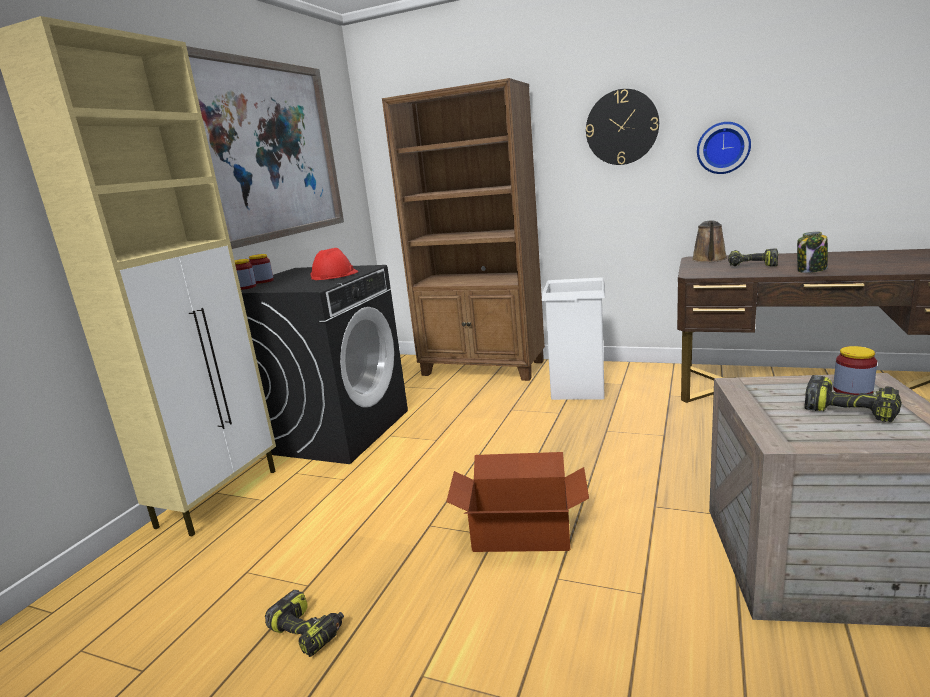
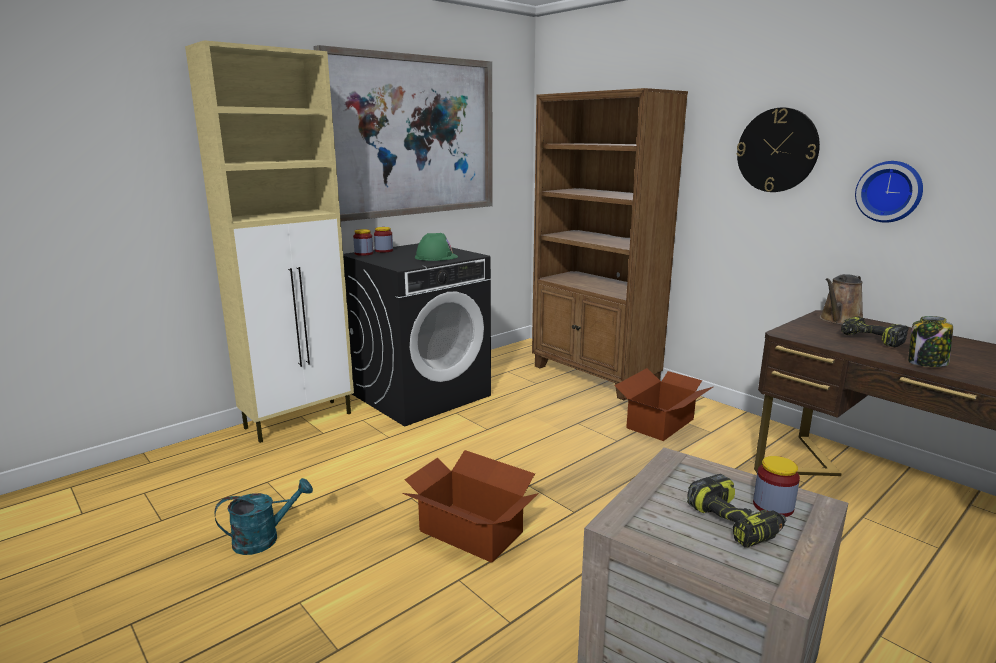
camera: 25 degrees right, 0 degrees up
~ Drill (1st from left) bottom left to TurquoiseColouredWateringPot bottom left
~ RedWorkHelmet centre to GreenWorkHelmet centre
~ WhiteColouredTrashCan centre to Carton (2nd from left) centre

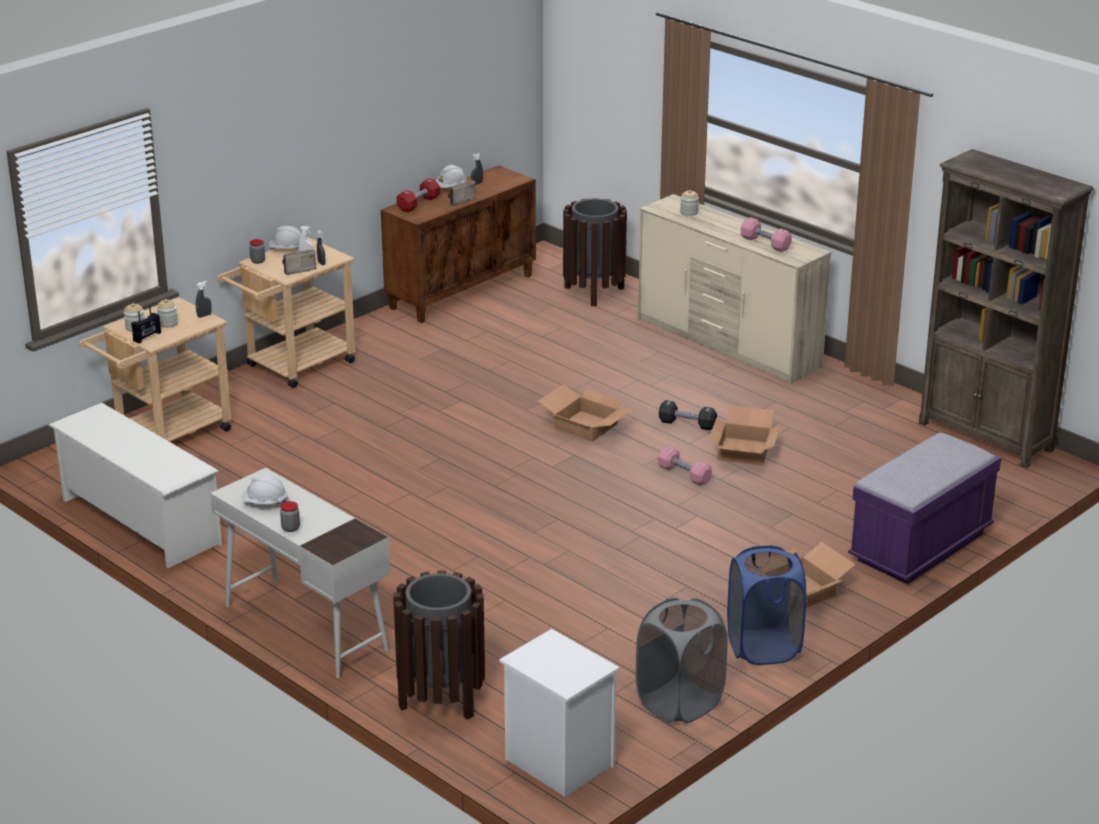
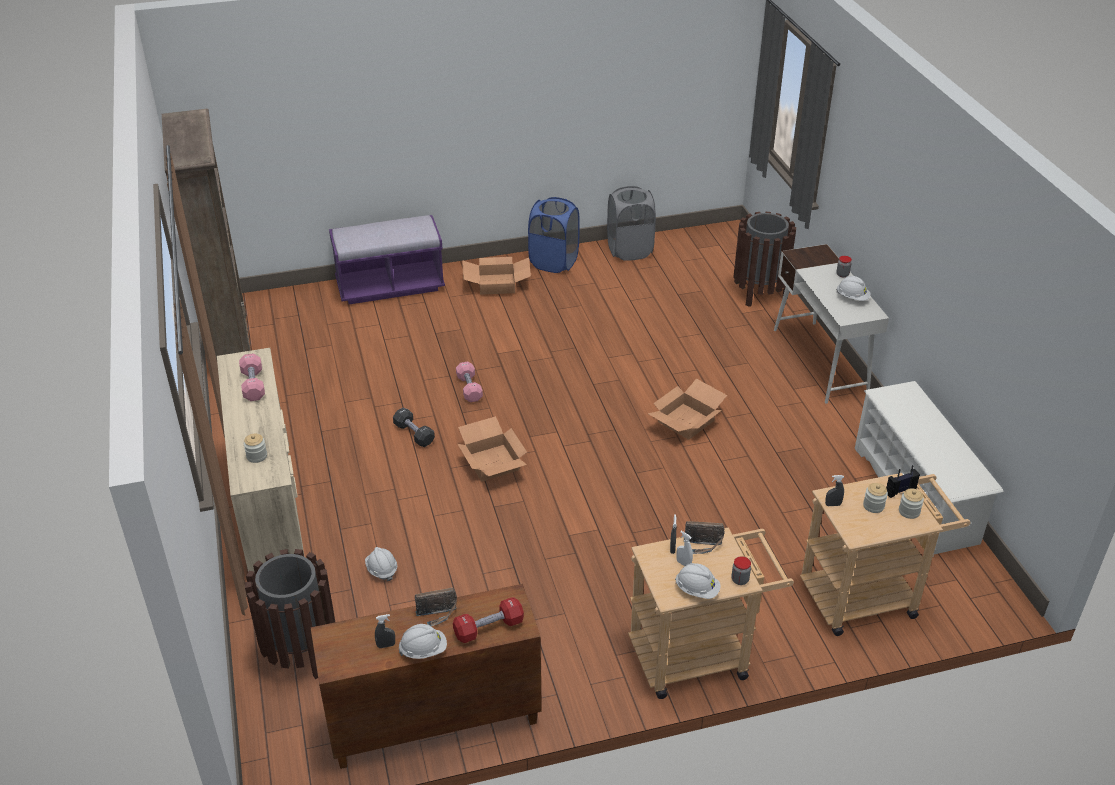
camera: 150 degrees left, 10 degrees up
- WhiteColouredNightTable bottom centre
~ Carton (2nd from left in the first image) middle right to Carton (3rd from left) centre
+ WhiteColouredWorkHelmet (1st from left) bottom centre

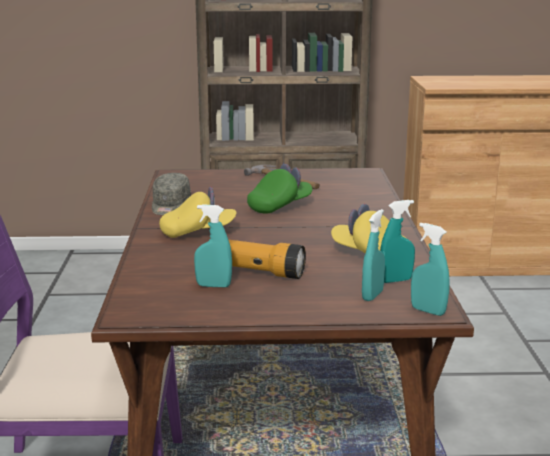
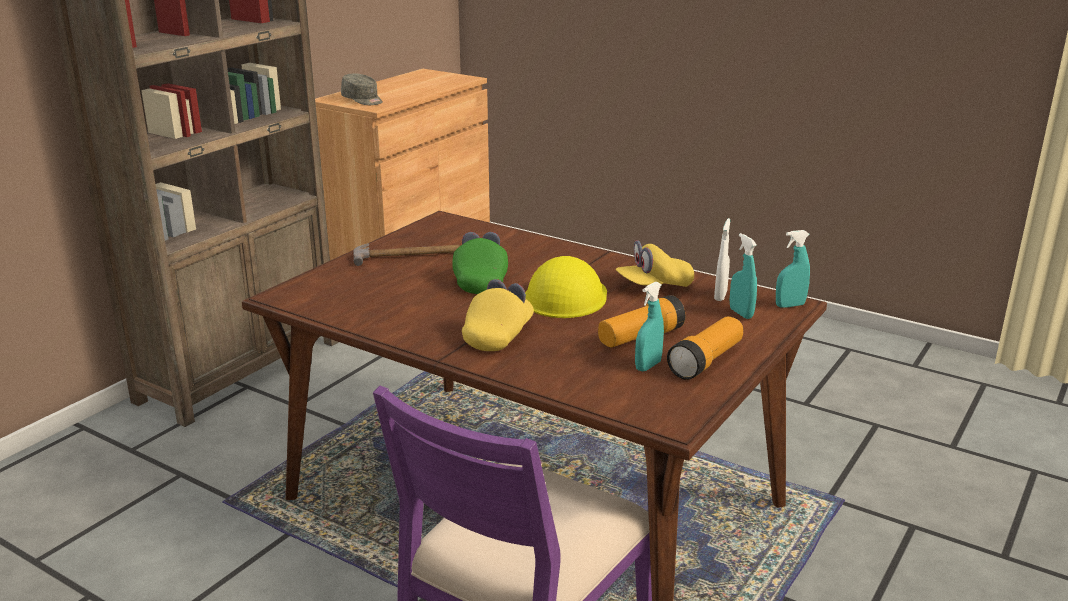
camera: 55 degrees left, 5 degrees up
~ GrayPeakedCap middle left to top centre
~ TurquoiseColouredSprayBottle (3rd from left) middle right to WhiteColouredSprayBottle middle right
+ YellowishWorkHelmet centre
+ Flashlight (2nd from left) centre

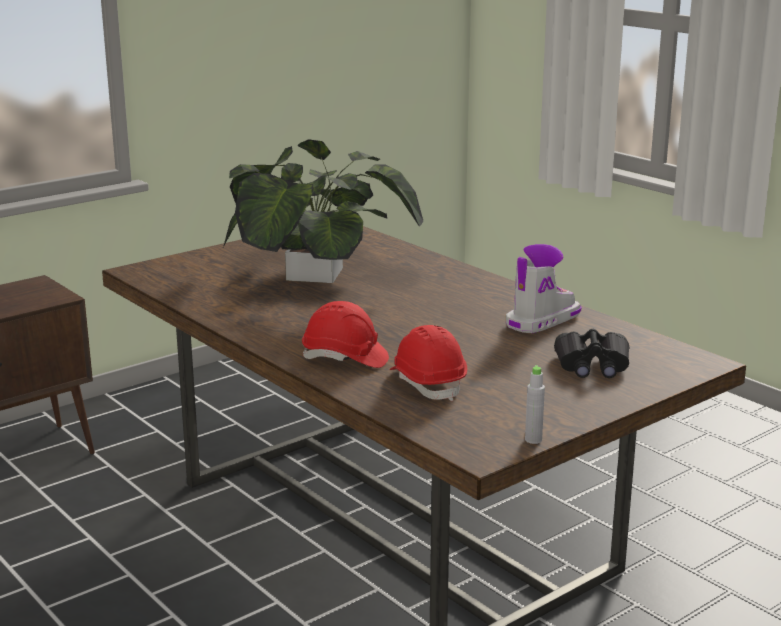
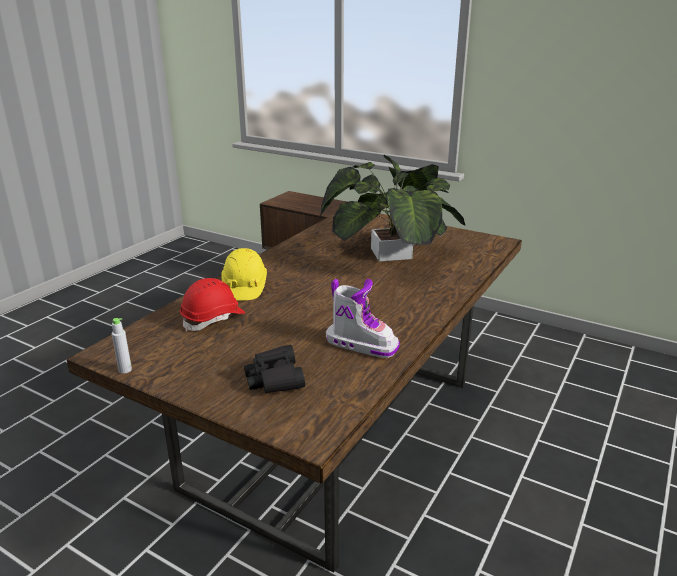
camera: 70 degrees right, 5 degrees up
~ RedWorkHelmet (1st from left) centre to YellowishWorkHelmet centre

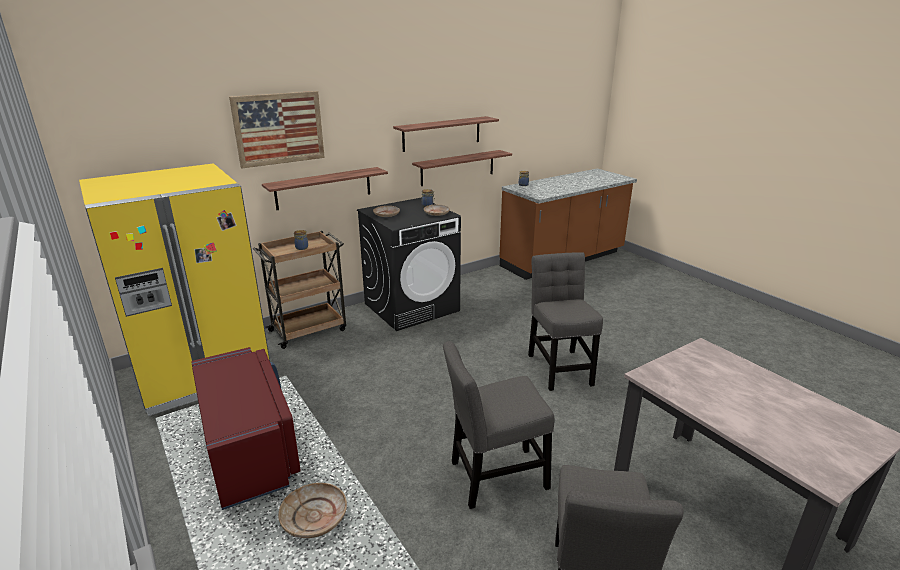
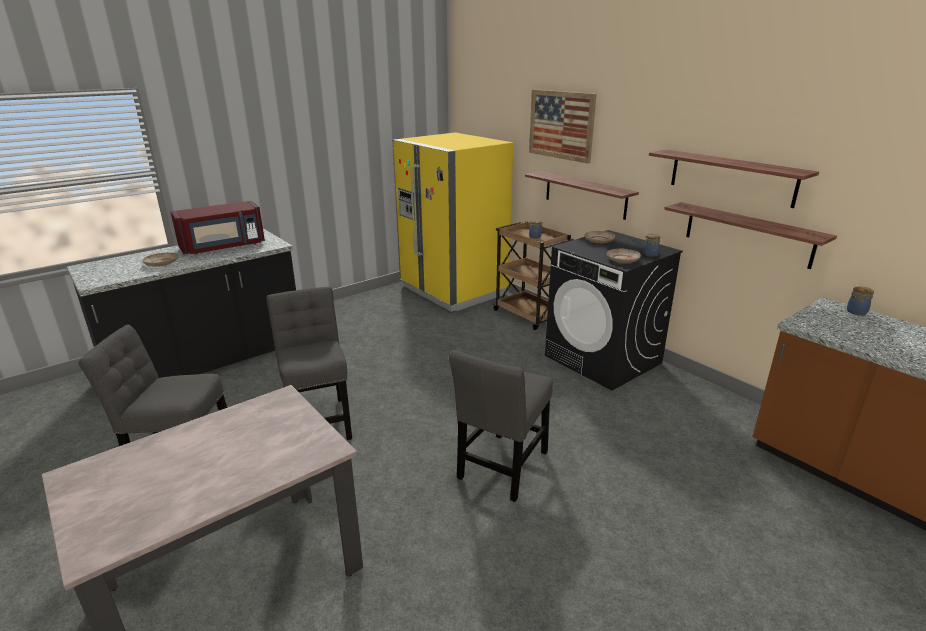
camera: 85 degrees right, 0 degrees up
~ GrayChair (2nd from left in the first image) centre = bottom centre 135 degrees clockwise

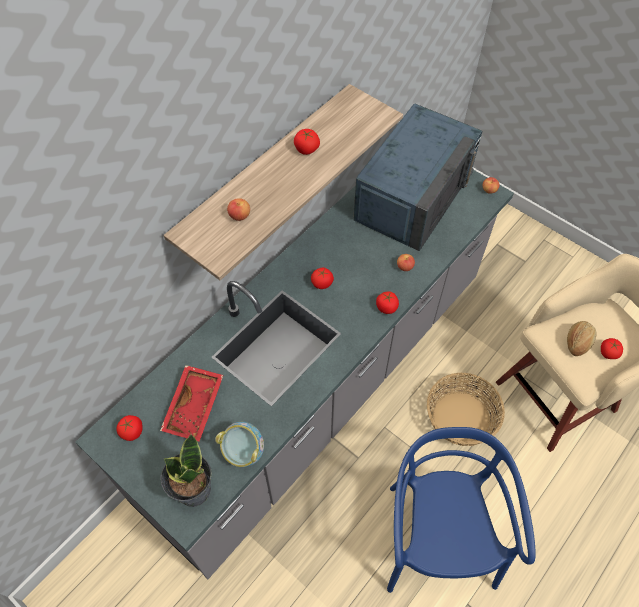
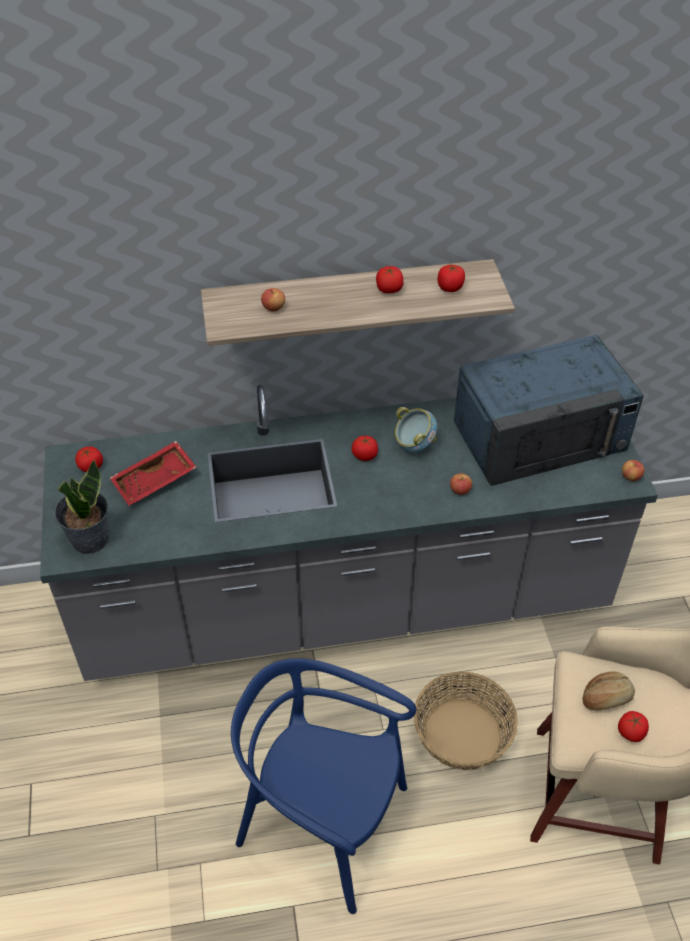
camera: 40 degrees right, 10 degrees down
~ DeepDish bottom centre to centre
~ WholeTomato (4th from left) centre to top centre
~ BlueColouredChair bottom right = bottom centre 105 degrees counterclockwise

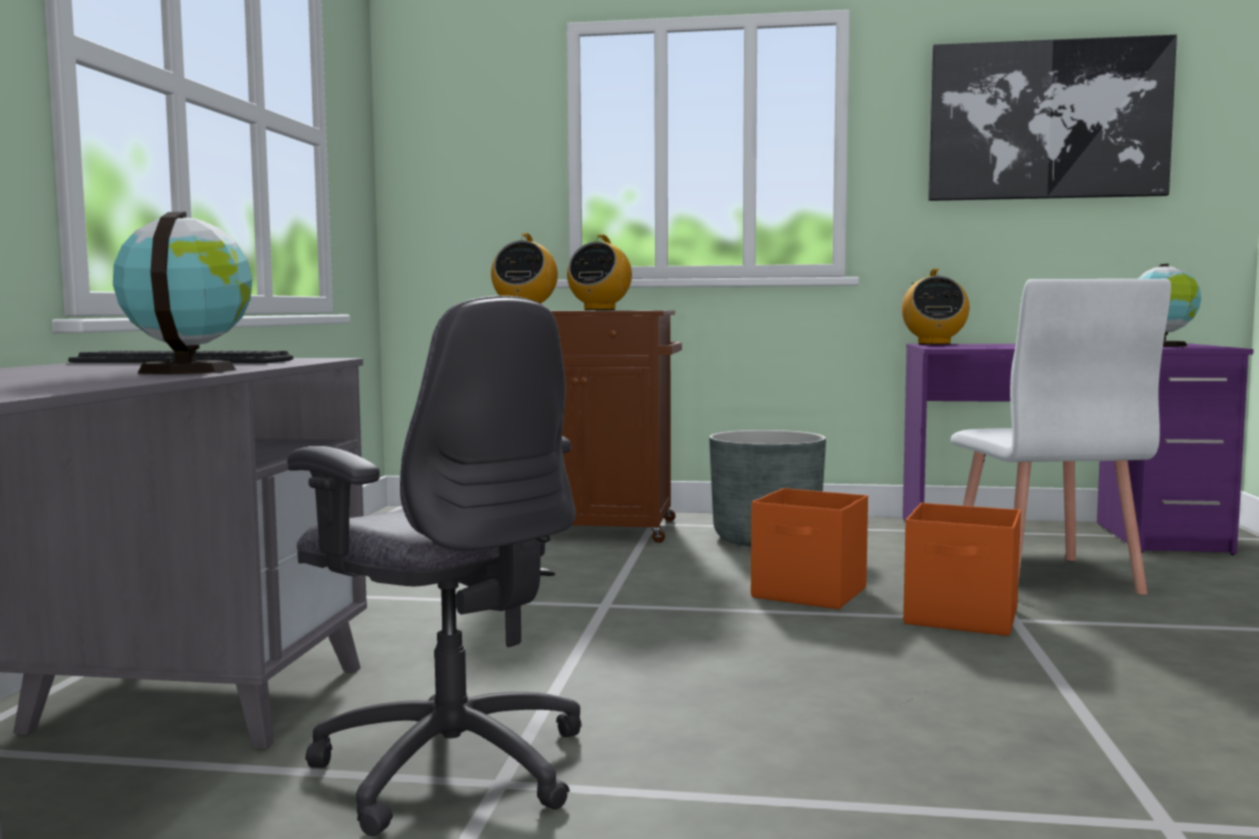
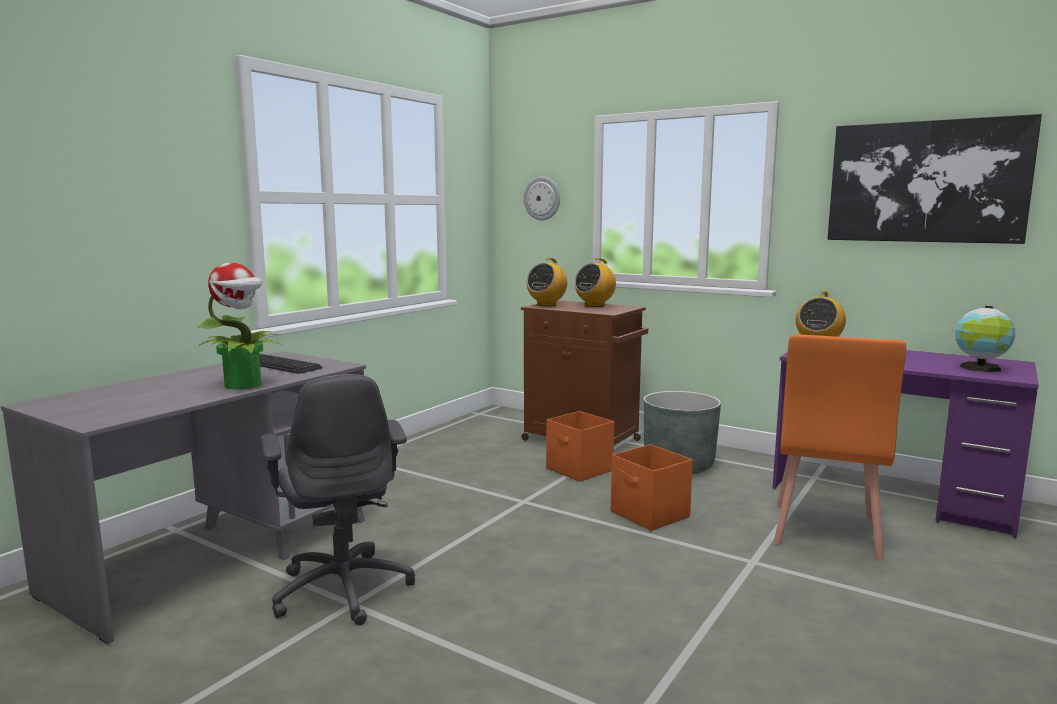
camera: 25 degrees right, 5 degrees up
~ Globe (1st from left) middle left to Houseplant middle left
~ OrangeStorageBox (2nd from left in the first image) bottom right to OrangeStorageBox (1st from left) centre
~ WhiteColouredChair middle right to OrangeChair middle right
+ ClockOnTheWall top centre

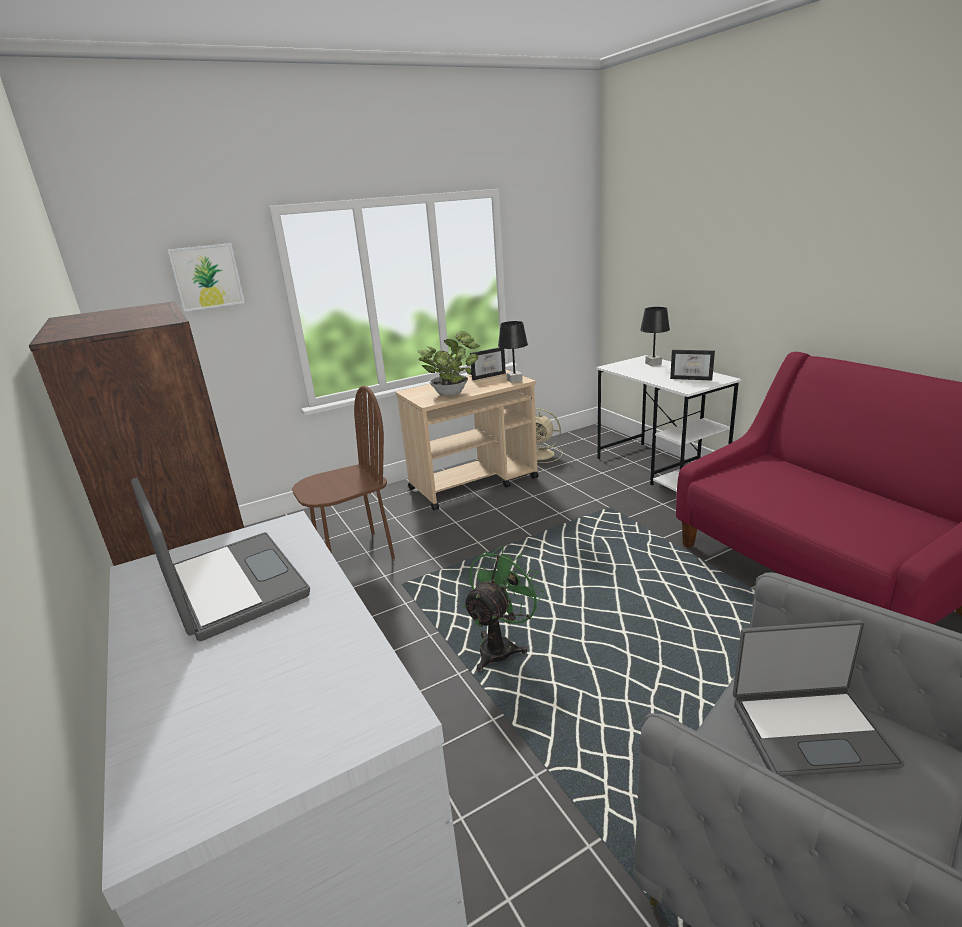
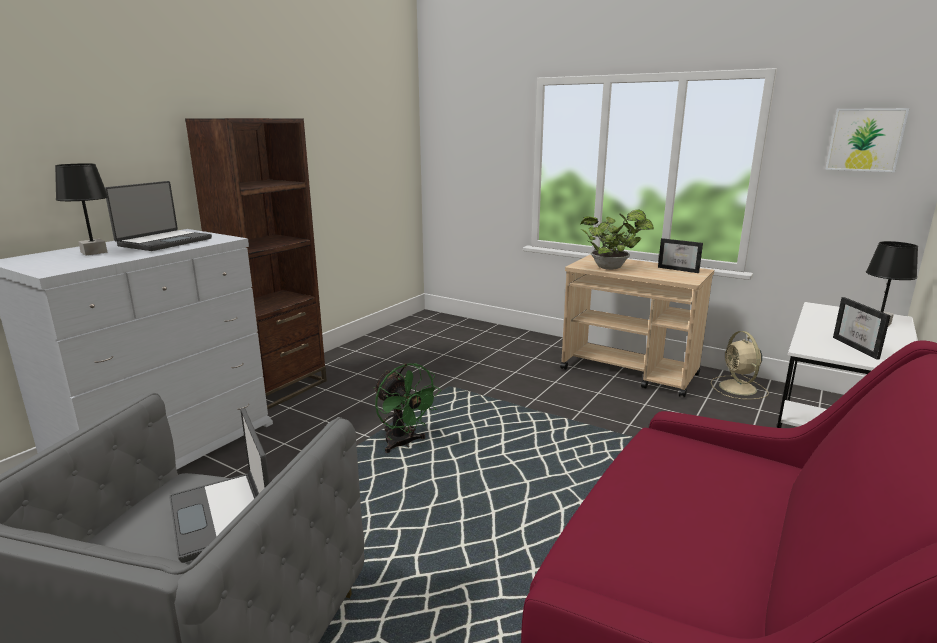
camera: 60 degrees right, 5 degrees down
~ WallArt top left to top right
- BrownChair centre
~ GreenElectricFan centre = centre 45 degrees clockwise
~ BlackishTabletopLamp (1st from left) centre to top left

